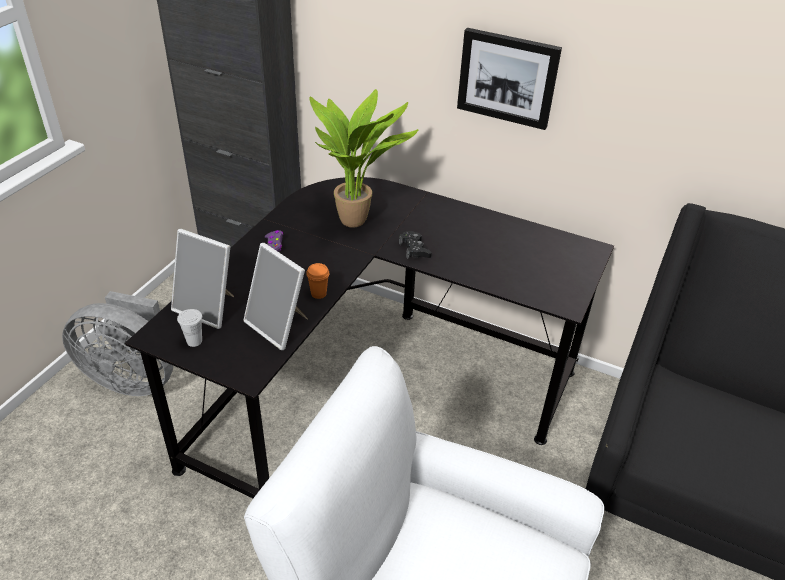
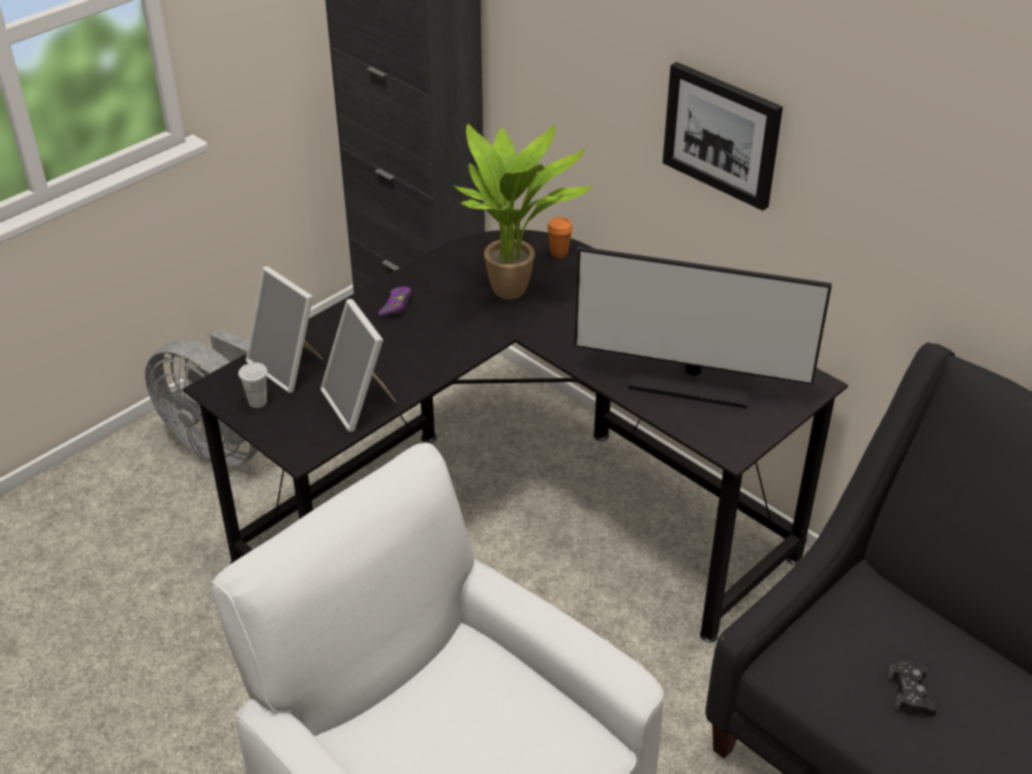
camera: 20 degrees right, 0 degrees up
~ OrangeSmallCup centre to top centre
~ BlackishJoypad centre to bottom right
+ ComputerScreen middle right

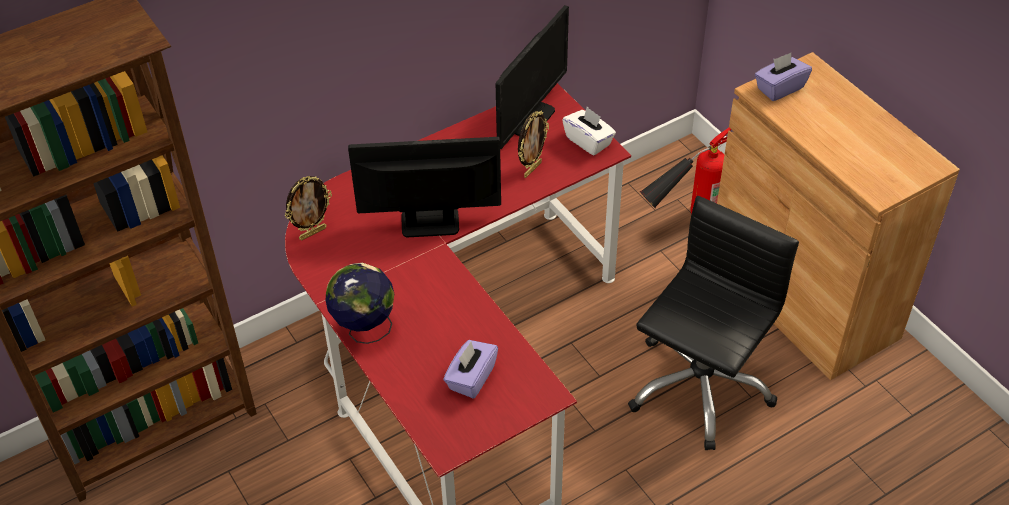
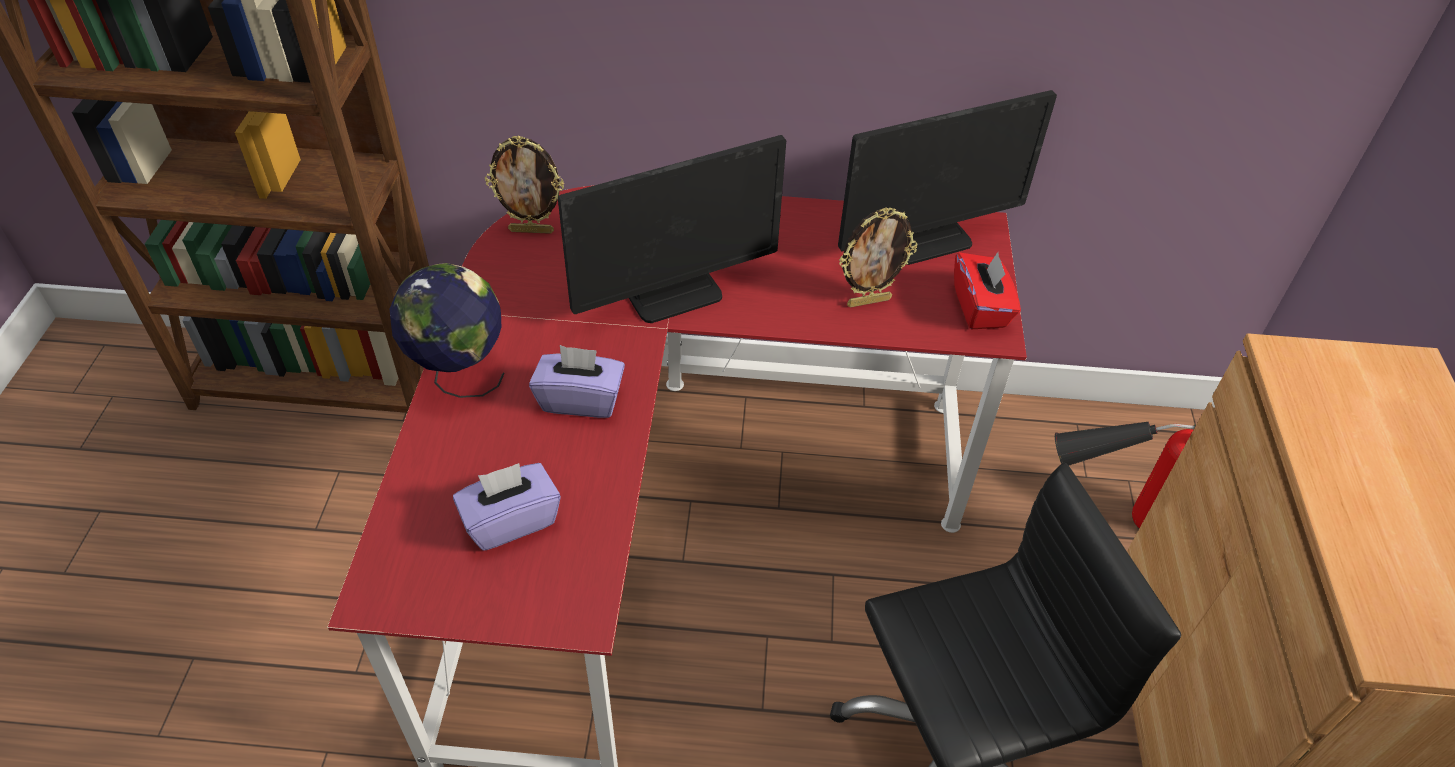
camera: 35 degrees right, 0 degrees up
~ ComputerScreen (1st from left) centre = top centre 120 degrees clockwise
~ WhiteColouredBoxOfTissues top centre to RedBoxOfTissues middle right
~ PurpleBoxOfTissues (2nd from left) top right to centre

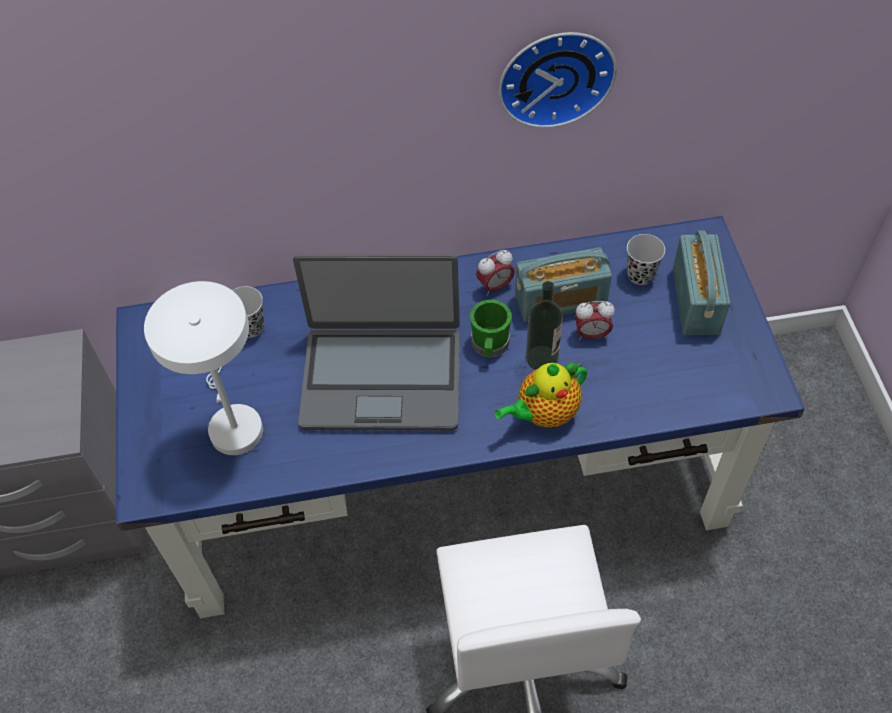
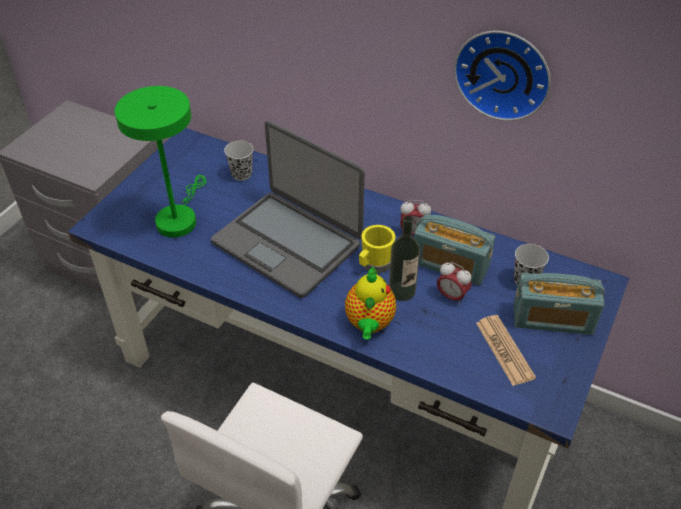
camera: 35 degrees right, 10 degrees down
~ WhiteColouredTabletopLamp middle left to GreenTabletopLamp top left
~ GreenCoffeeMug centre to YellowishCoffeeMug centre
~ PotForTea centre = centre 90 degrees counterclockwise
~ RadioReceiver (2nd from left) middle right = middle right 60 degrees clockwise
+ DailyPaper bottom right

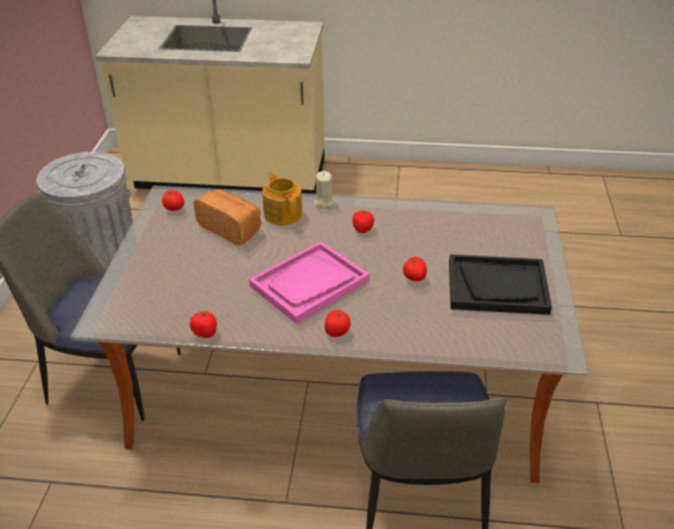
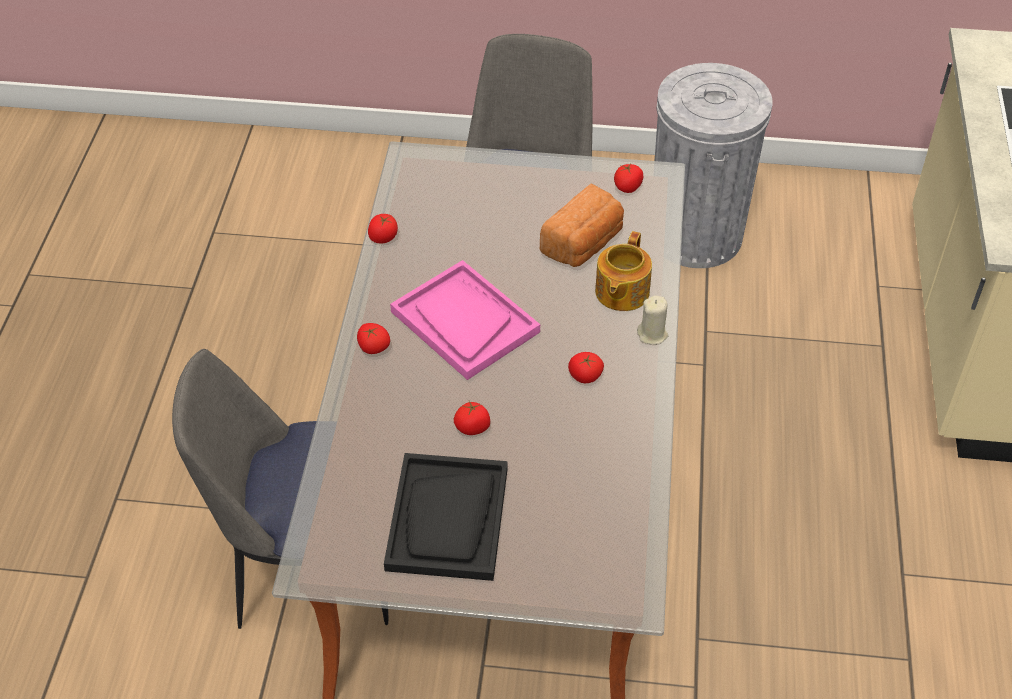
camera: 90 degrees right, 10 degrees up
~ PotForTea centre = centre 135 degrees clockwise

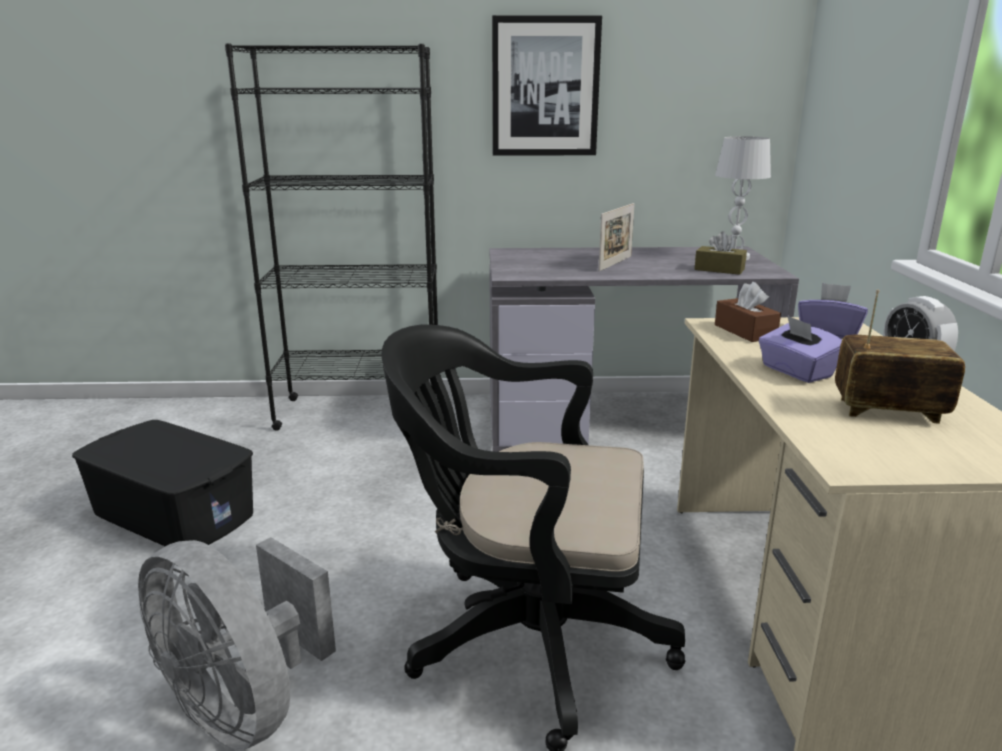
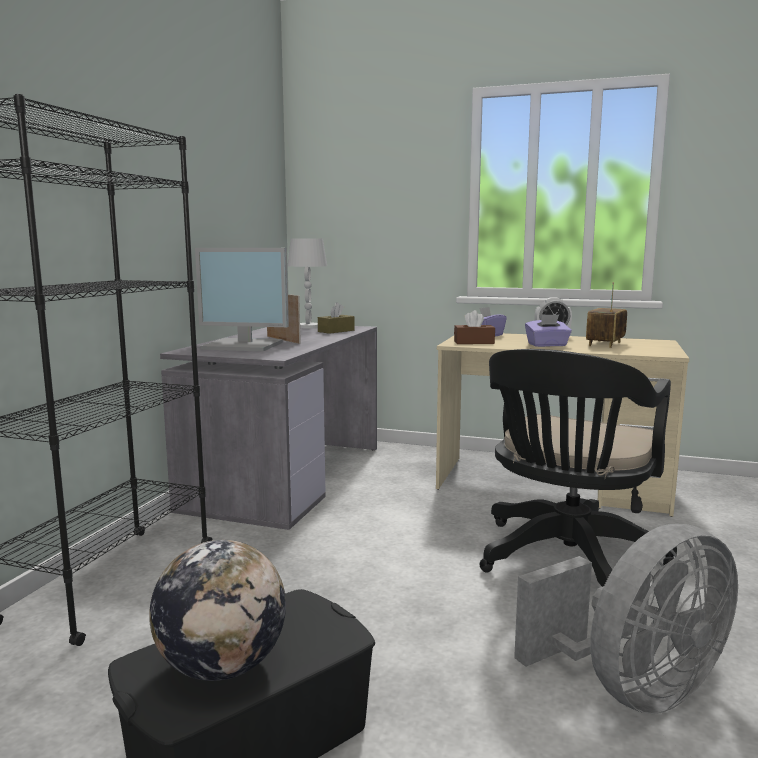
camera: 70 degrees left, 10 degrees down
- WallArt top centre
+ Globe bottom left
+ ComputerScreen middle left

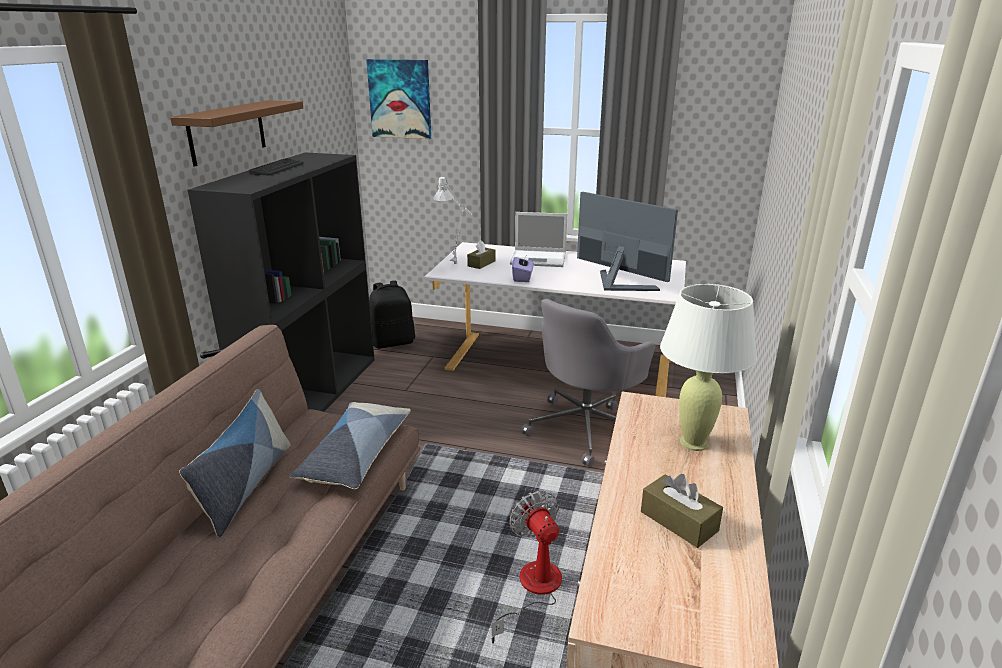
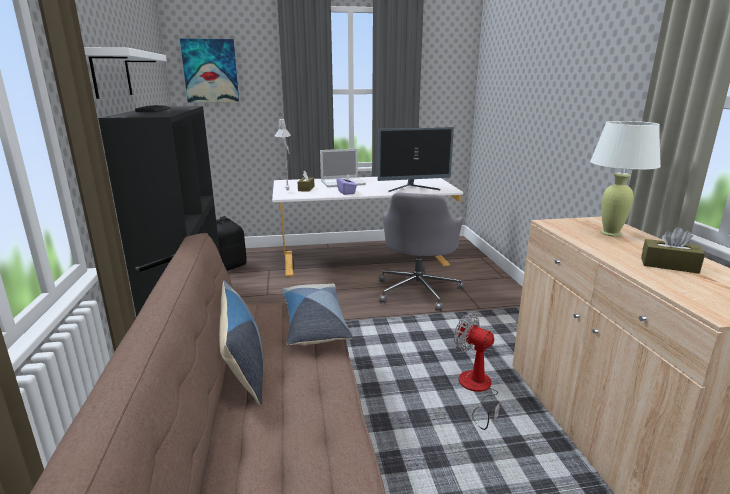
camera: 25 degrees left, 5 degrees down
~ BrownShelf top left to WhiteColouredShelf top left
~ ComputerScreen centre = top centre 150 degrees clockwise

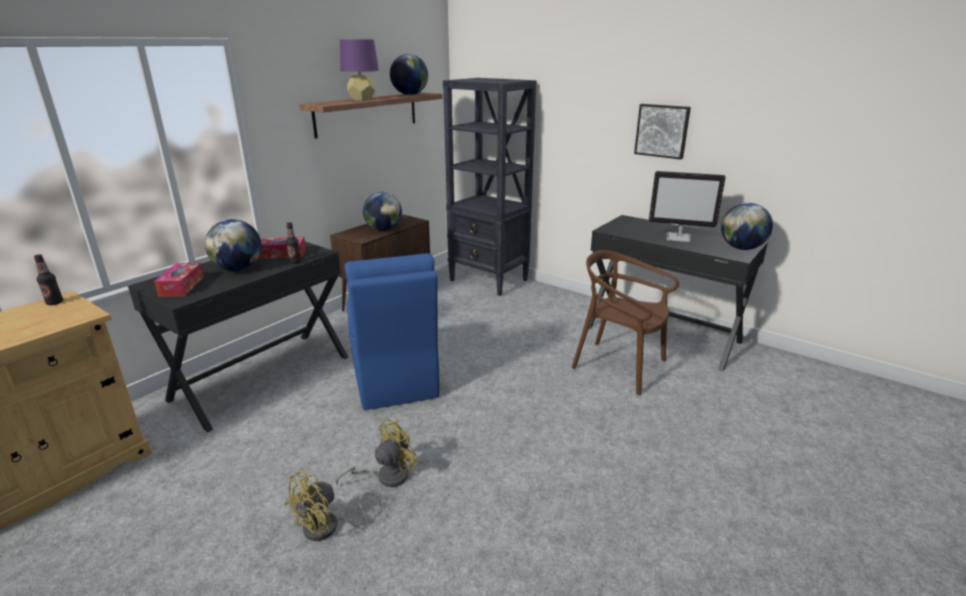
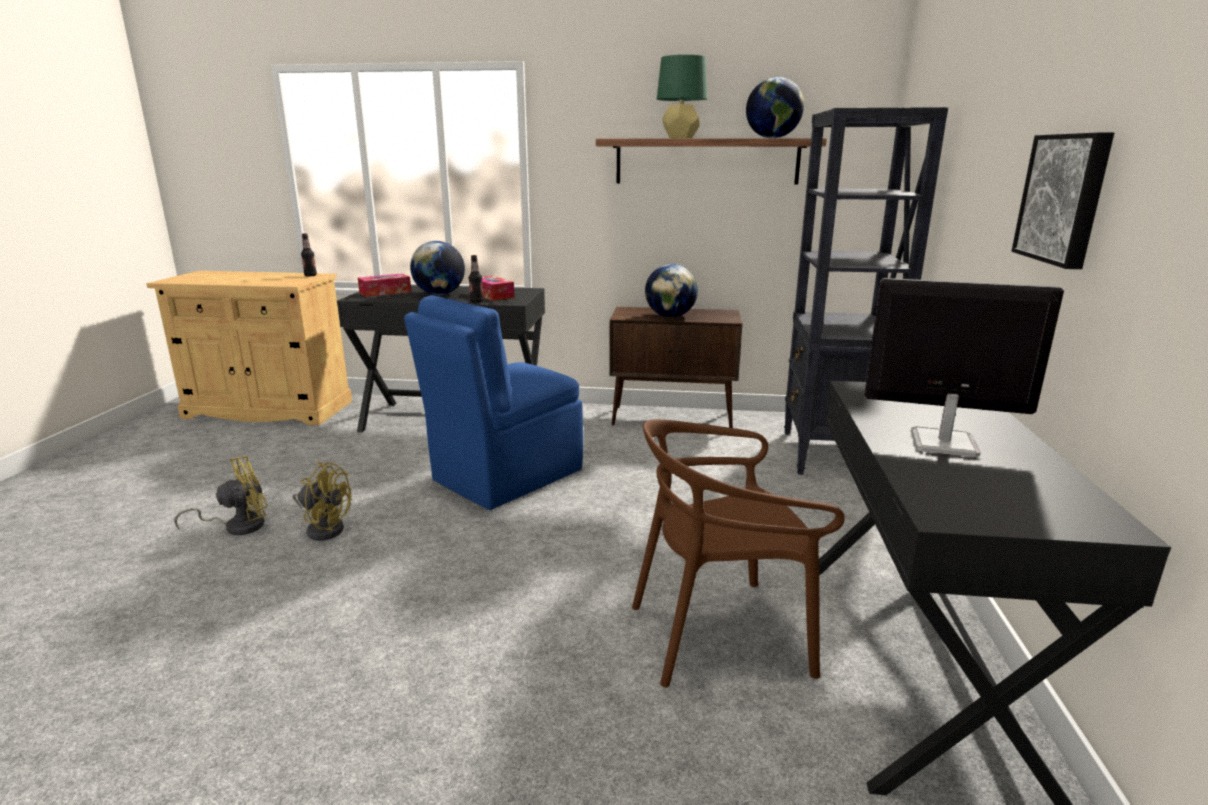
camera: 60 degrees right, 5 degrees down
~ YellowishElectricFan (1st from left) bottom centre = middle left 135 degrees clockwise
~ PurpleTabletopLamp top centre to GreenTabletopLamp top centre
~ BrownChair centre = bottom centre 105 degrees counterclockwise
~ ComputerScreen middle right = middle right 120 degrees clockwise
- Globe (4th from left) middle right

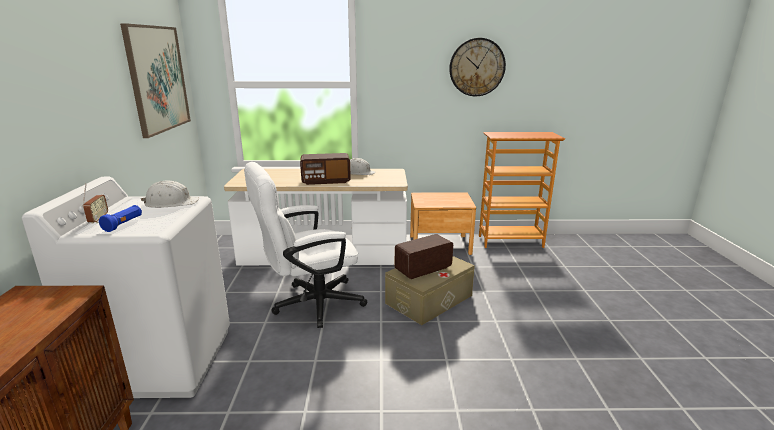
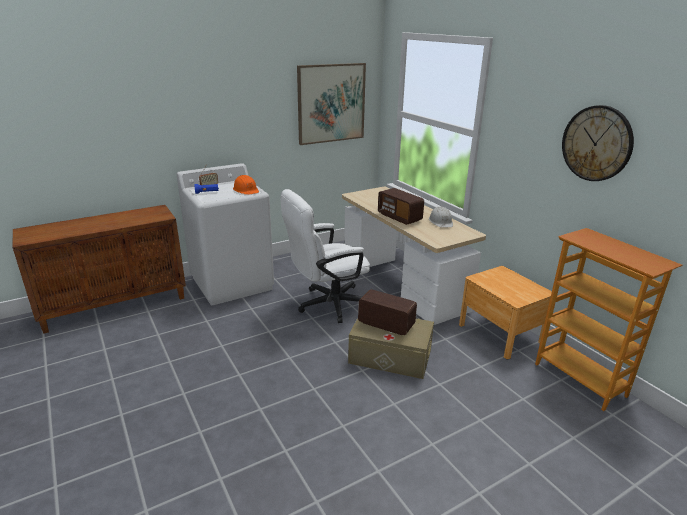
camera: 60 degrees right, 5 degrees up
~ WhiteColouredWorkHelmet (1st from left) middle left to OrangeWorkHelmet centre
~ WhiteColouredDeskChair centre = centre 60 degrees counterclockwise

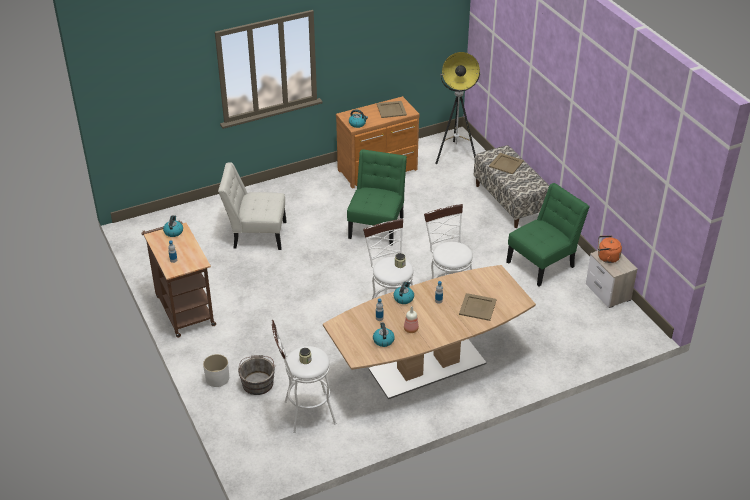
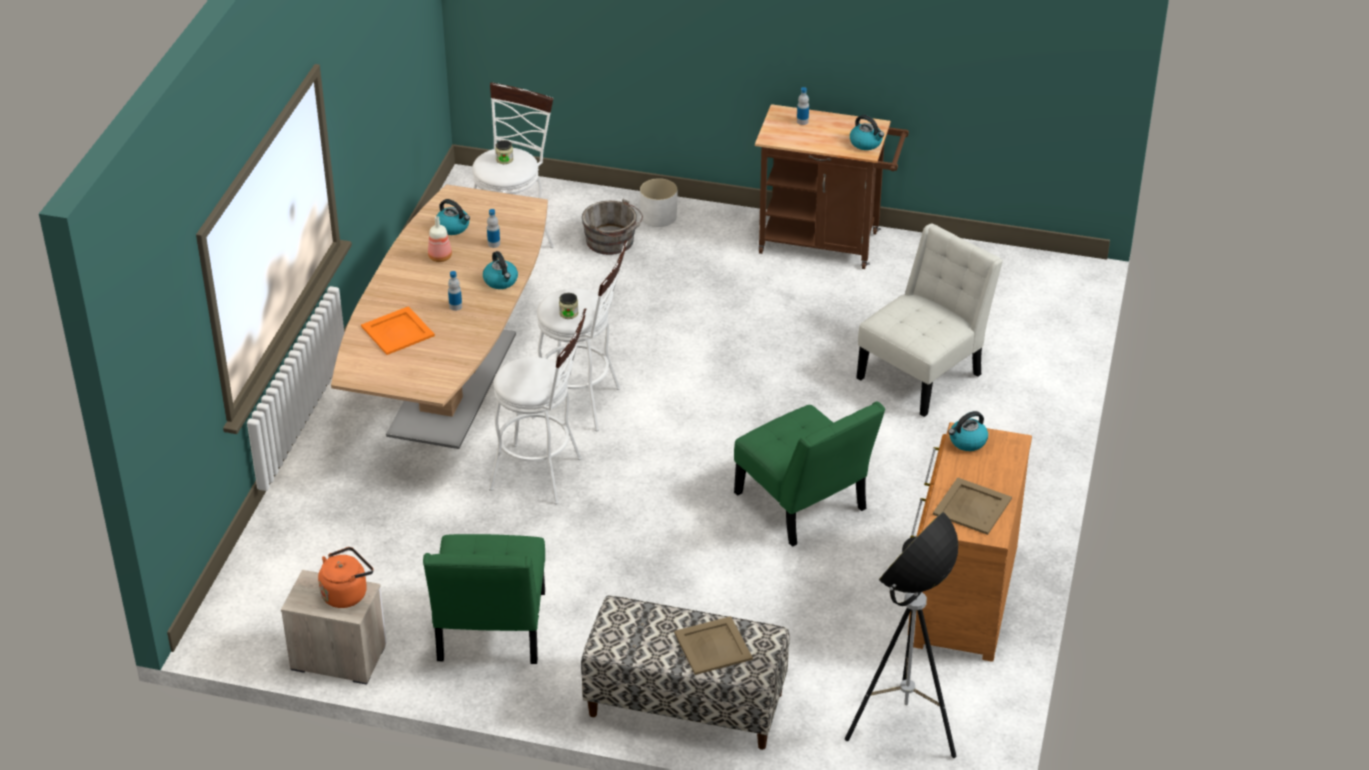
camera: 130 degrees right, 0 degrees up
~ BeigeServingTray (2nd from left) centre to OrangeServingTray middle left

